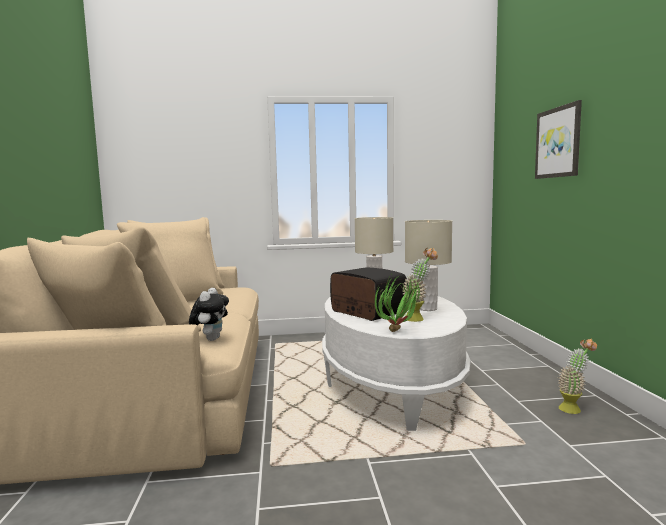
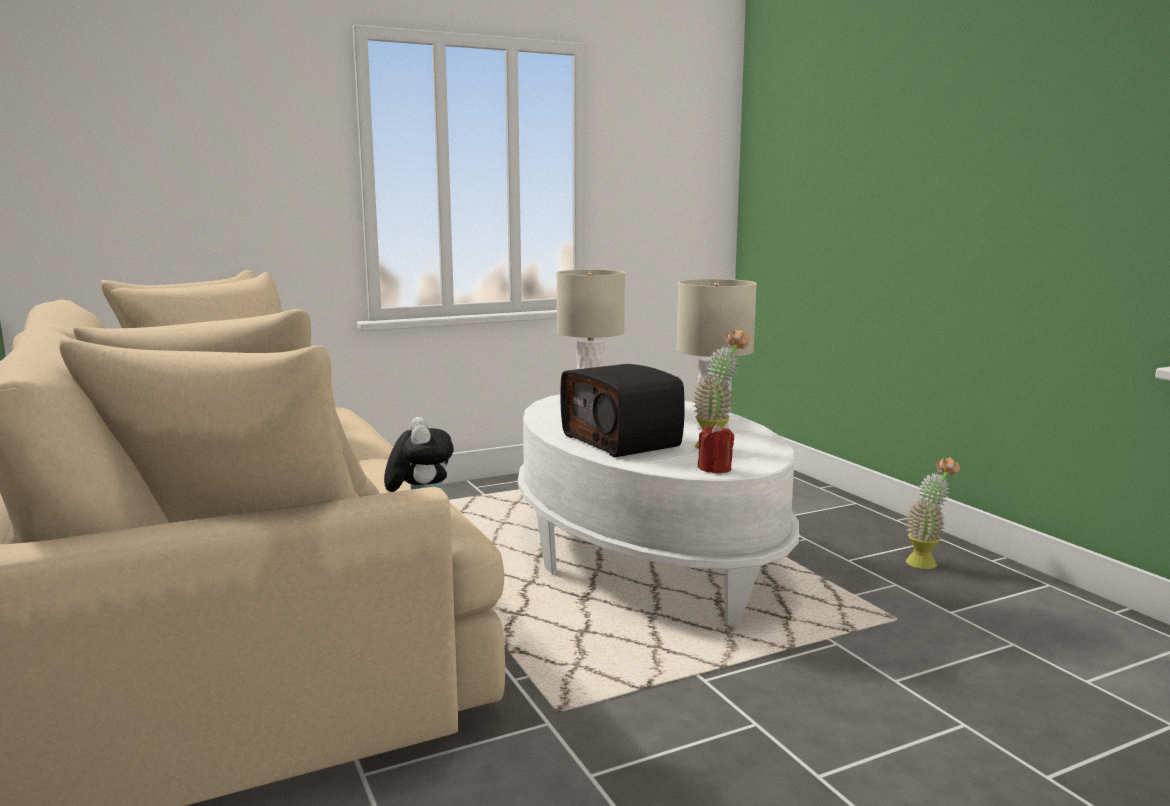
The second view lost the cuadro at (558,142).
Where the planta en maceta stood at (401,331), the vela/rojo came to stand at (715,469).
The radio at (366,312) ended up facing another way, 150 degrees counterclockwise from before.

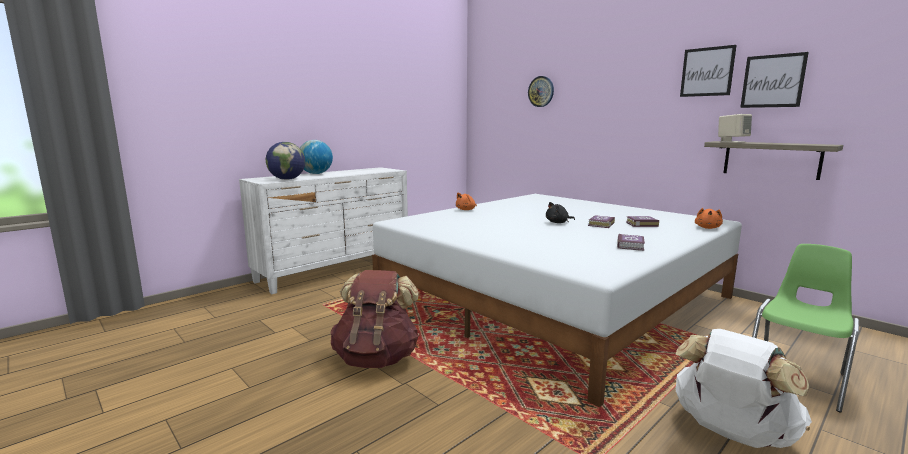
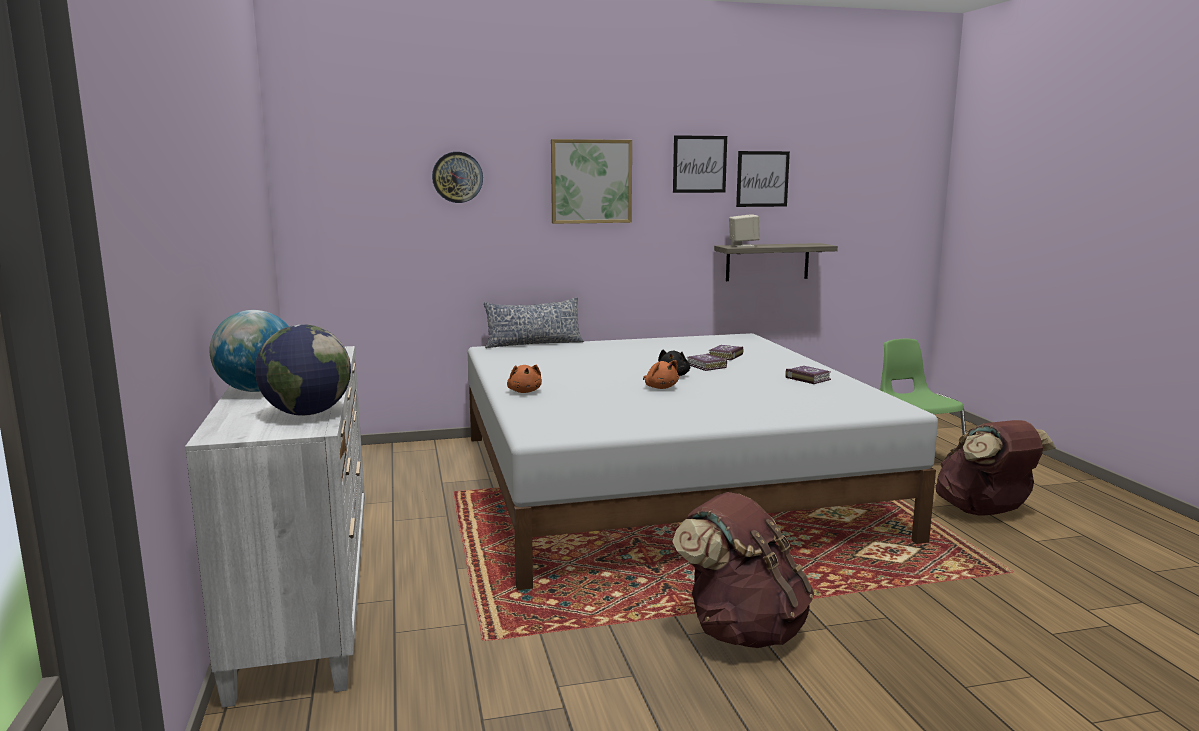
The second view gained the cojín at (533,344).
The second view gained the cuadro at (591,181).
The peluche/naranja ended up elsewhere, having gone from (707,228) to (660,387).
What was the mochila/blanco at (731,433) turned into the mochila/marrón at (985,512).

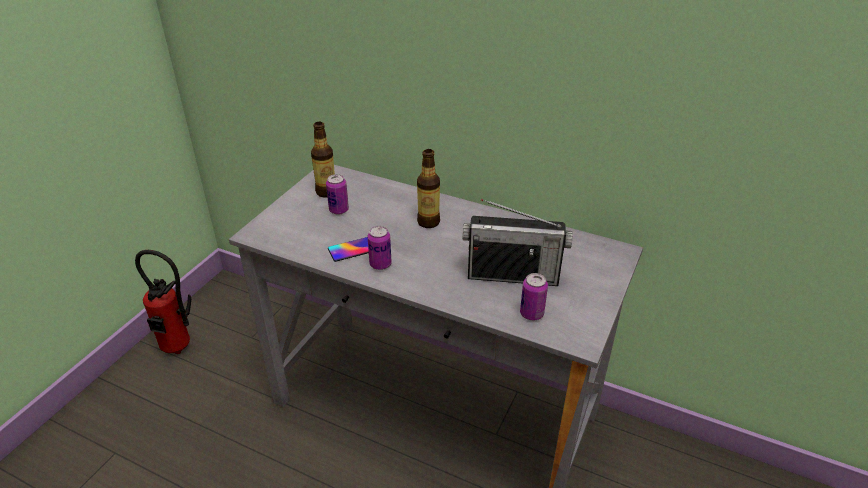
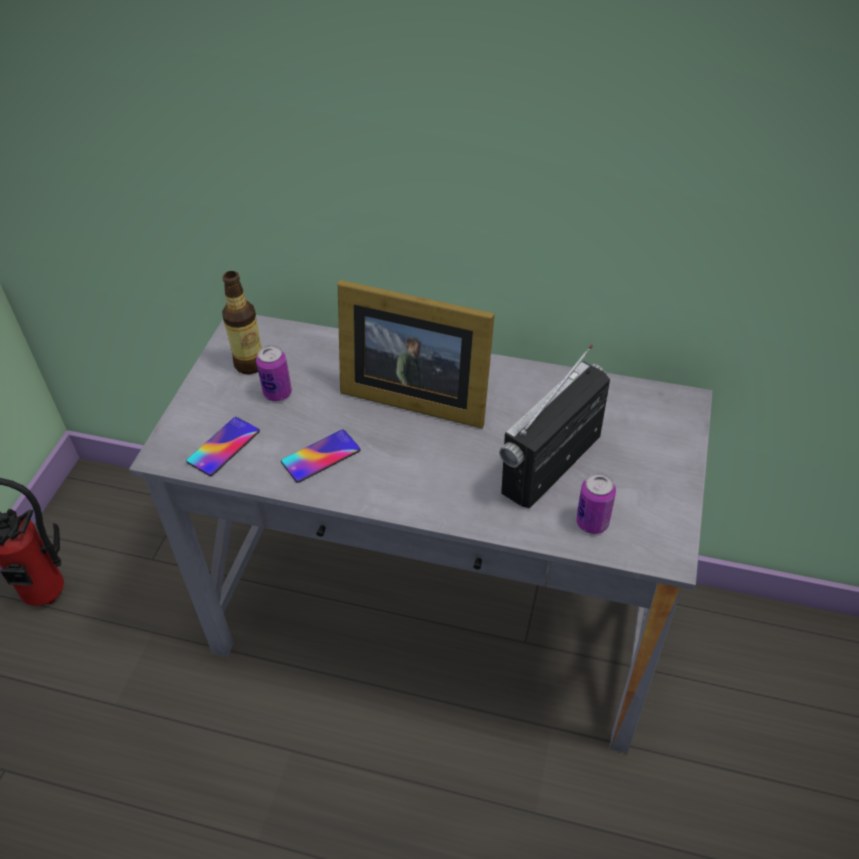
The second view lost the lata at (380,264).
The second view gained the móvil at (223,446).
Where the botella stood at (428,222), the portarretratos came to stand at (412,394).
The radio at (513,275) ended up facing another way, 135 degrees clockwise from before.

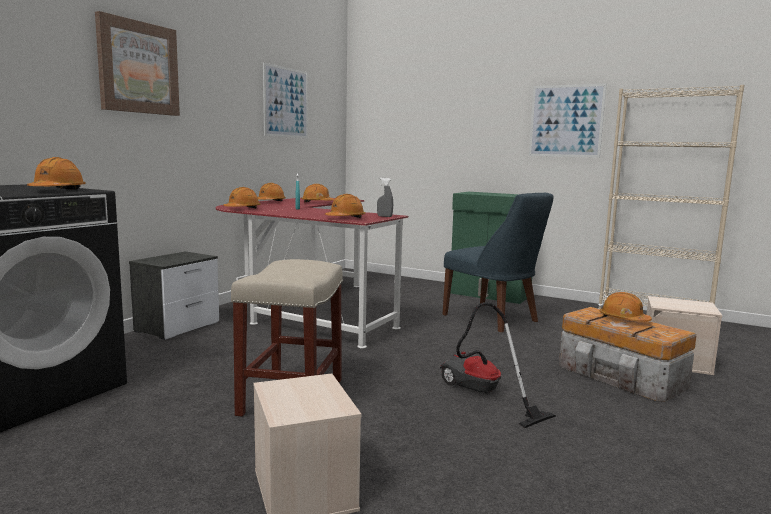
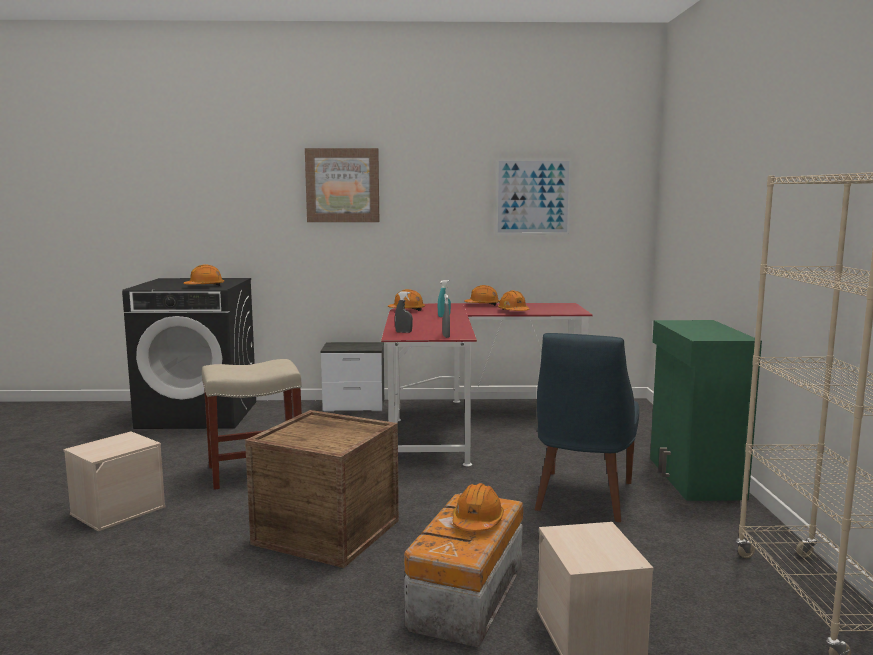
The second view lost the cuadro at (566,121).
Where the casco/naranja stood at (345,218), the pulverizador/gris came to stand at (403,332).
Where the aspiradora stood at (481,394), the caja de embalaje came to stand at (327,532).

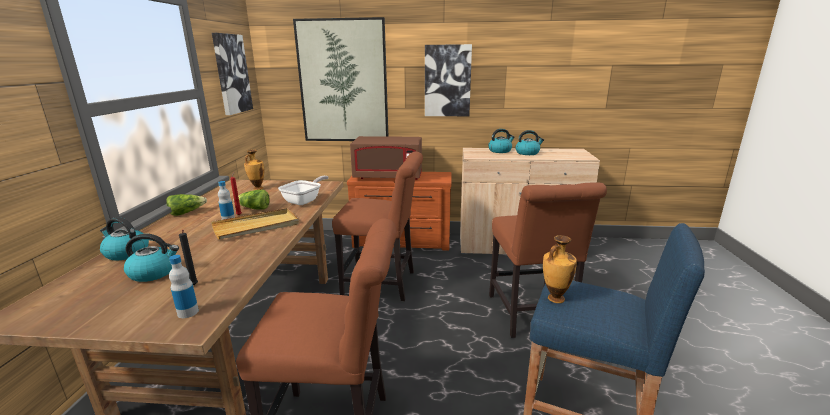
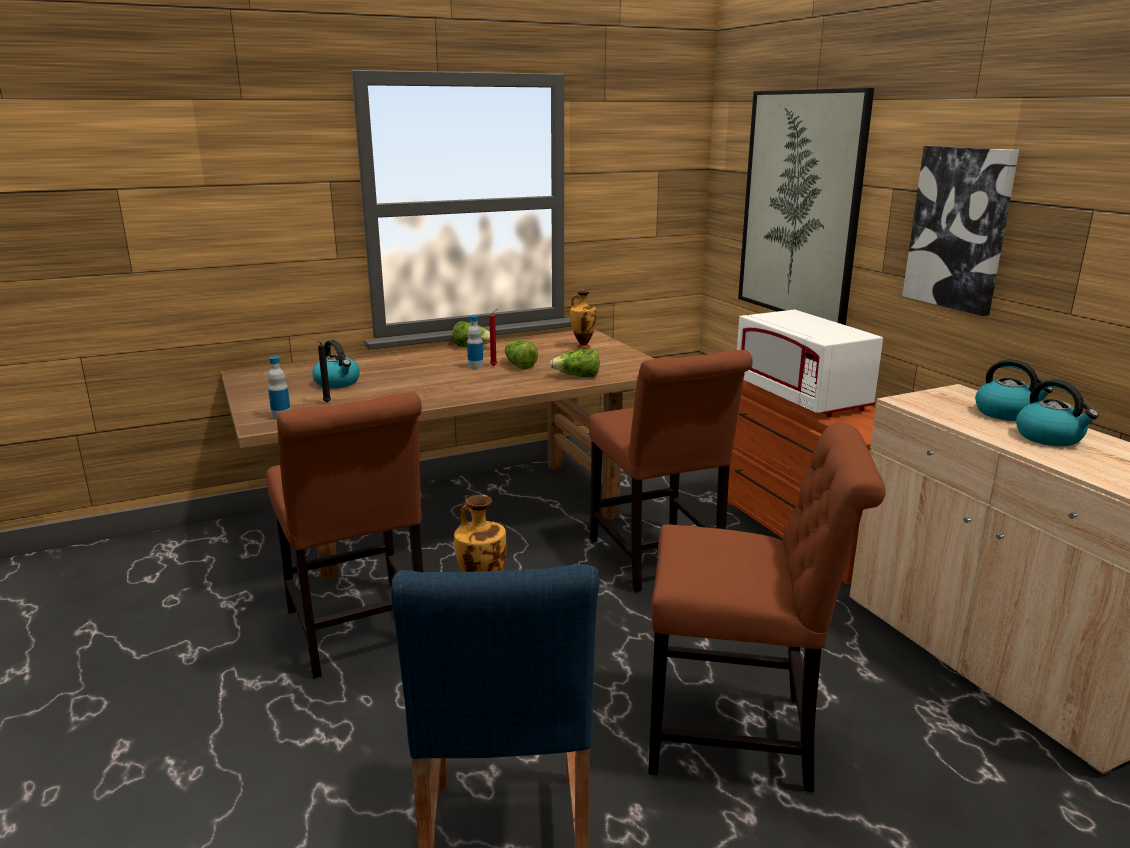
The second view lost the hervidor at (126,253).
The second view lost the bandeja/beis at (256,226).
The second view lost the cuadro at (231,74).
Where the sartén stood at (305,200), the lechuga came to stand at (577,376).
What was the microondas/marrón at (388,177) turned into the microondas/blanco at (801,397).
The silla/marrón at (531,316) ended up facing another way, 135 degrees counterclockwise from before.

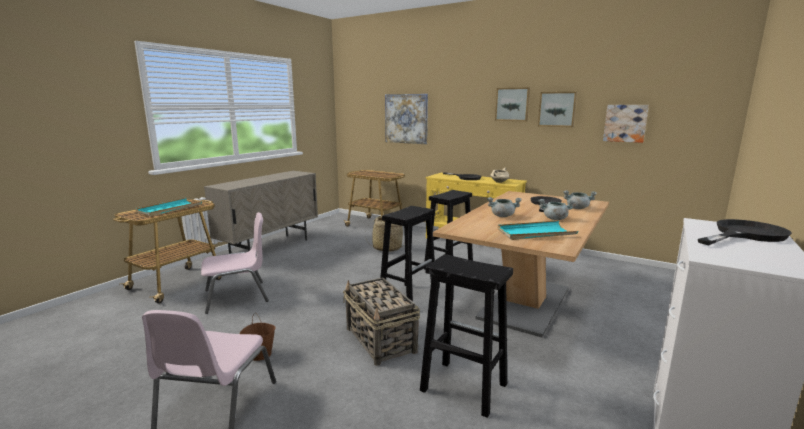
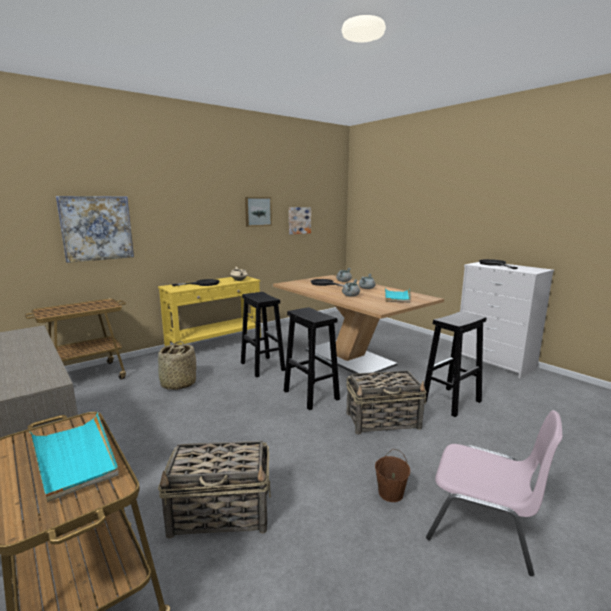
The second view lost the cuadro at (512,104).
Where the silla/rosa stood at (237,296), the cesta came to stand at (222,513).

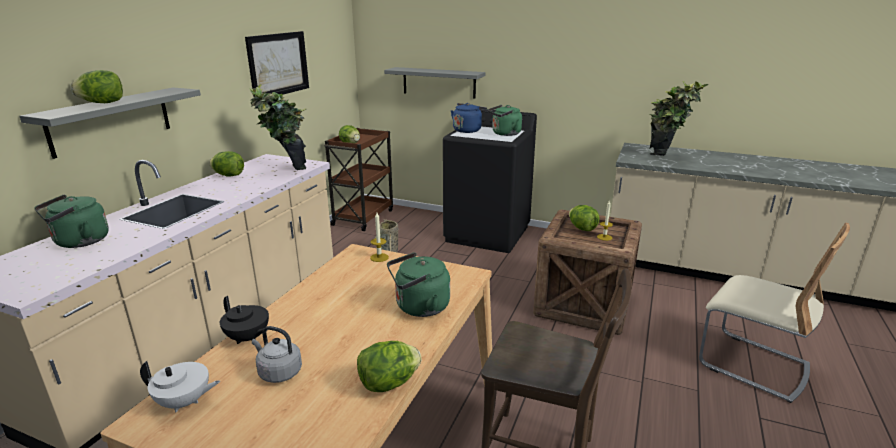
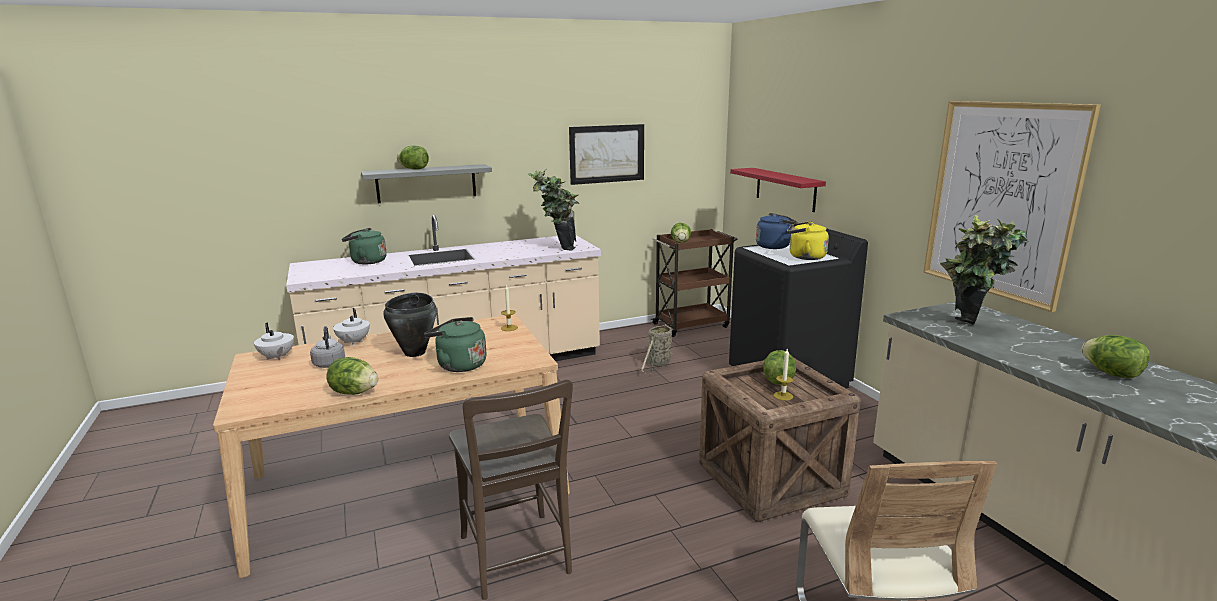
The second view gained the olla/negro at (415,352).
The second view gained the cuadro at (1001,200).
The lechuga ended up elsewhere, having gone from (229,175) to (1111,373).
What was the tetera/negro at (248,338) turned into the tetera/blanco at (353,342).
What was the estante/gris at (439,82) turned into the estante/rojo at (785,189).
What was the hervidor/verde at (504,134) turned into the hervidor/amarillo at (804,257).

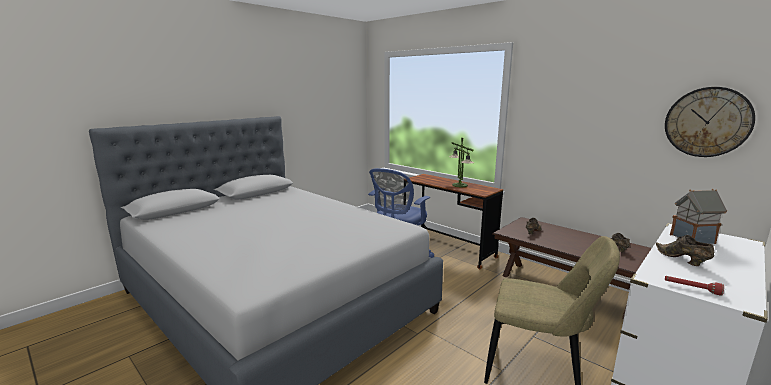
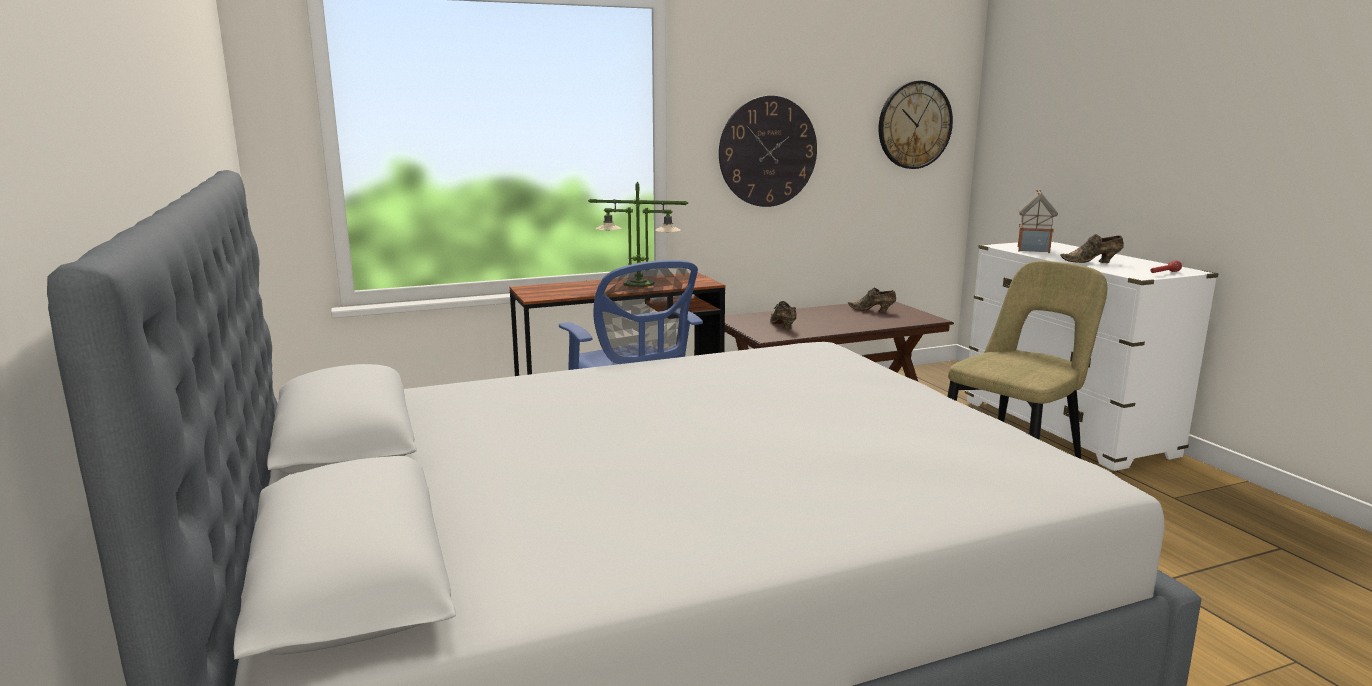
The second view gained the reloj de pared at (768,152).

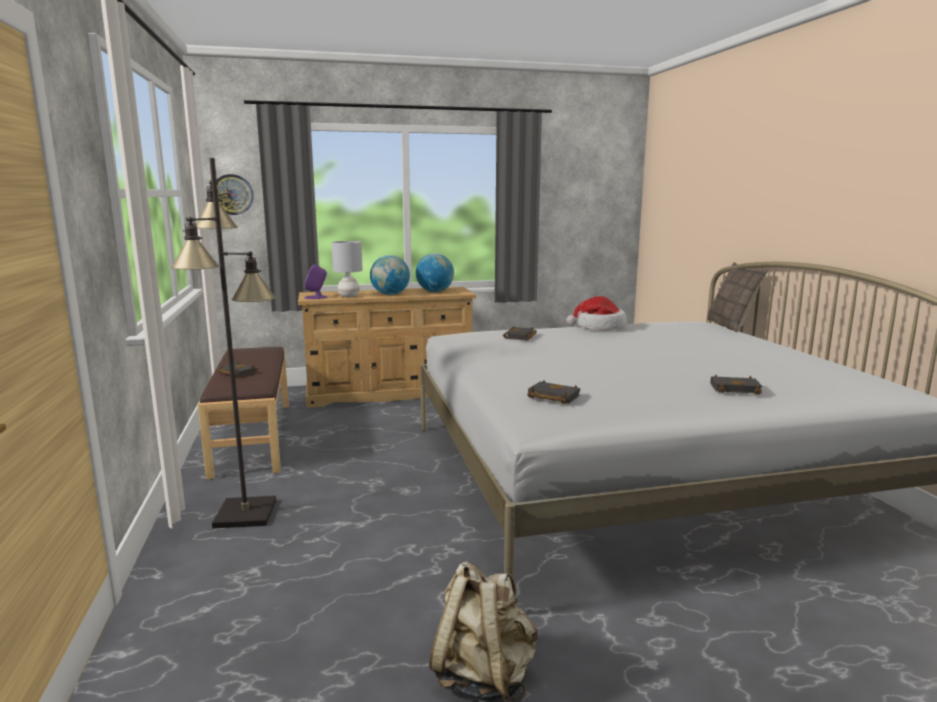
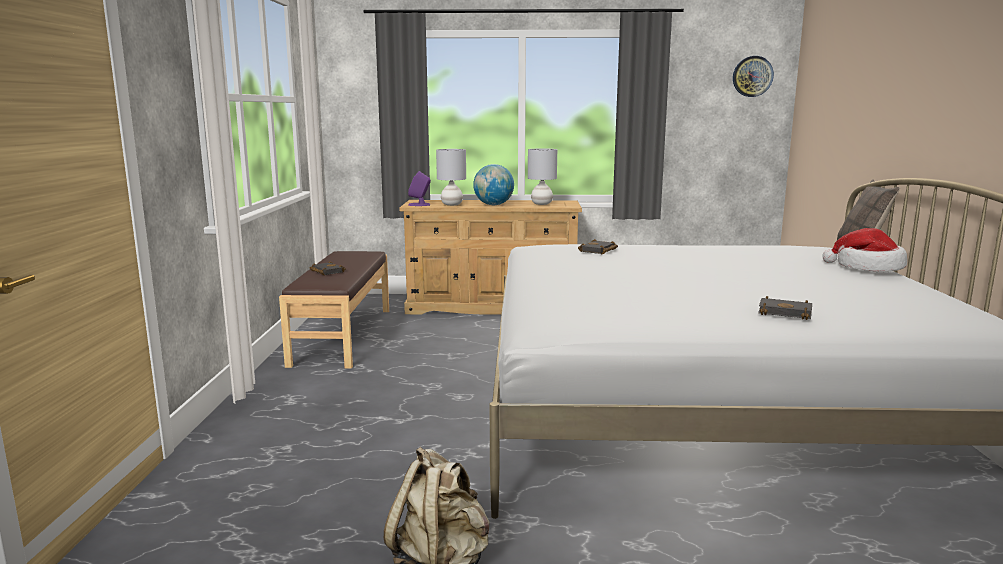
The second view lost the lámpara de pie/negro at (246,513).
The second view lost the libro/negro at (551,397).
The reloj de pared ended up elsewhere, having gone from (232,194) to (752,76).
The sombrero ended up elsewhere, having gone from (599,327) to (867,267).
Where the globo terráqueo stood at (435,291), the lámpara de mesa/gris came to stand at (541,204).

